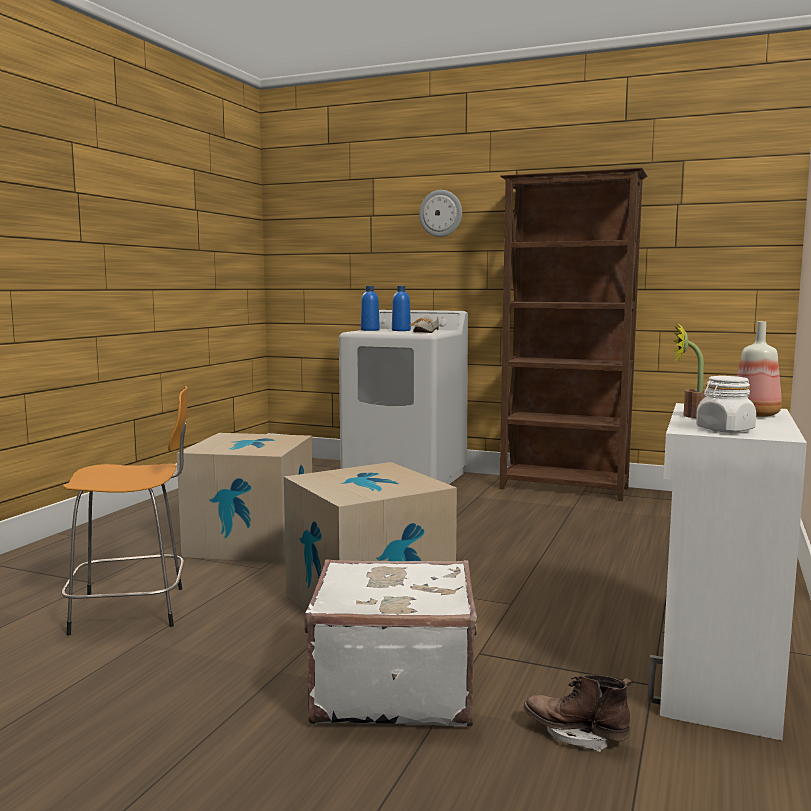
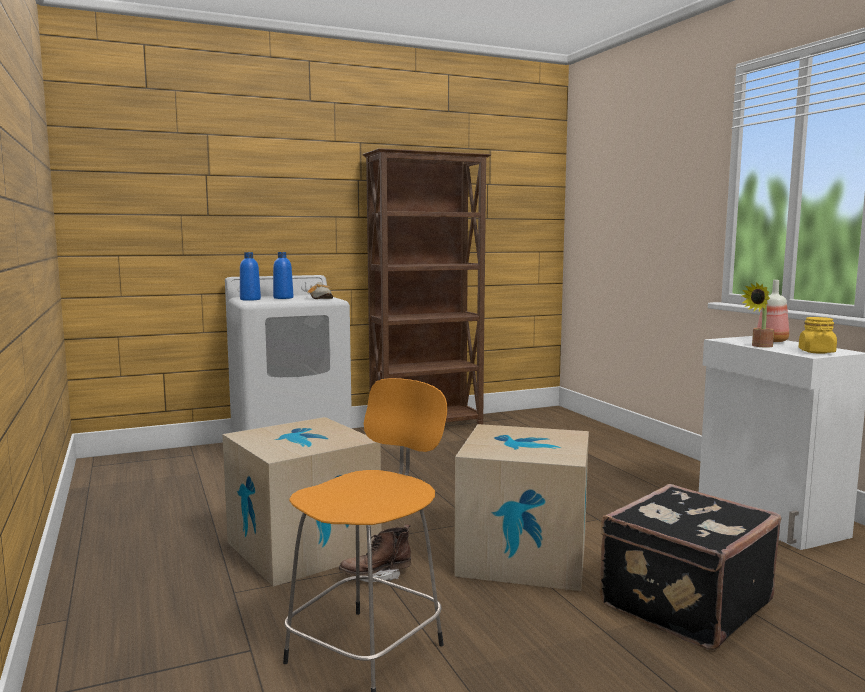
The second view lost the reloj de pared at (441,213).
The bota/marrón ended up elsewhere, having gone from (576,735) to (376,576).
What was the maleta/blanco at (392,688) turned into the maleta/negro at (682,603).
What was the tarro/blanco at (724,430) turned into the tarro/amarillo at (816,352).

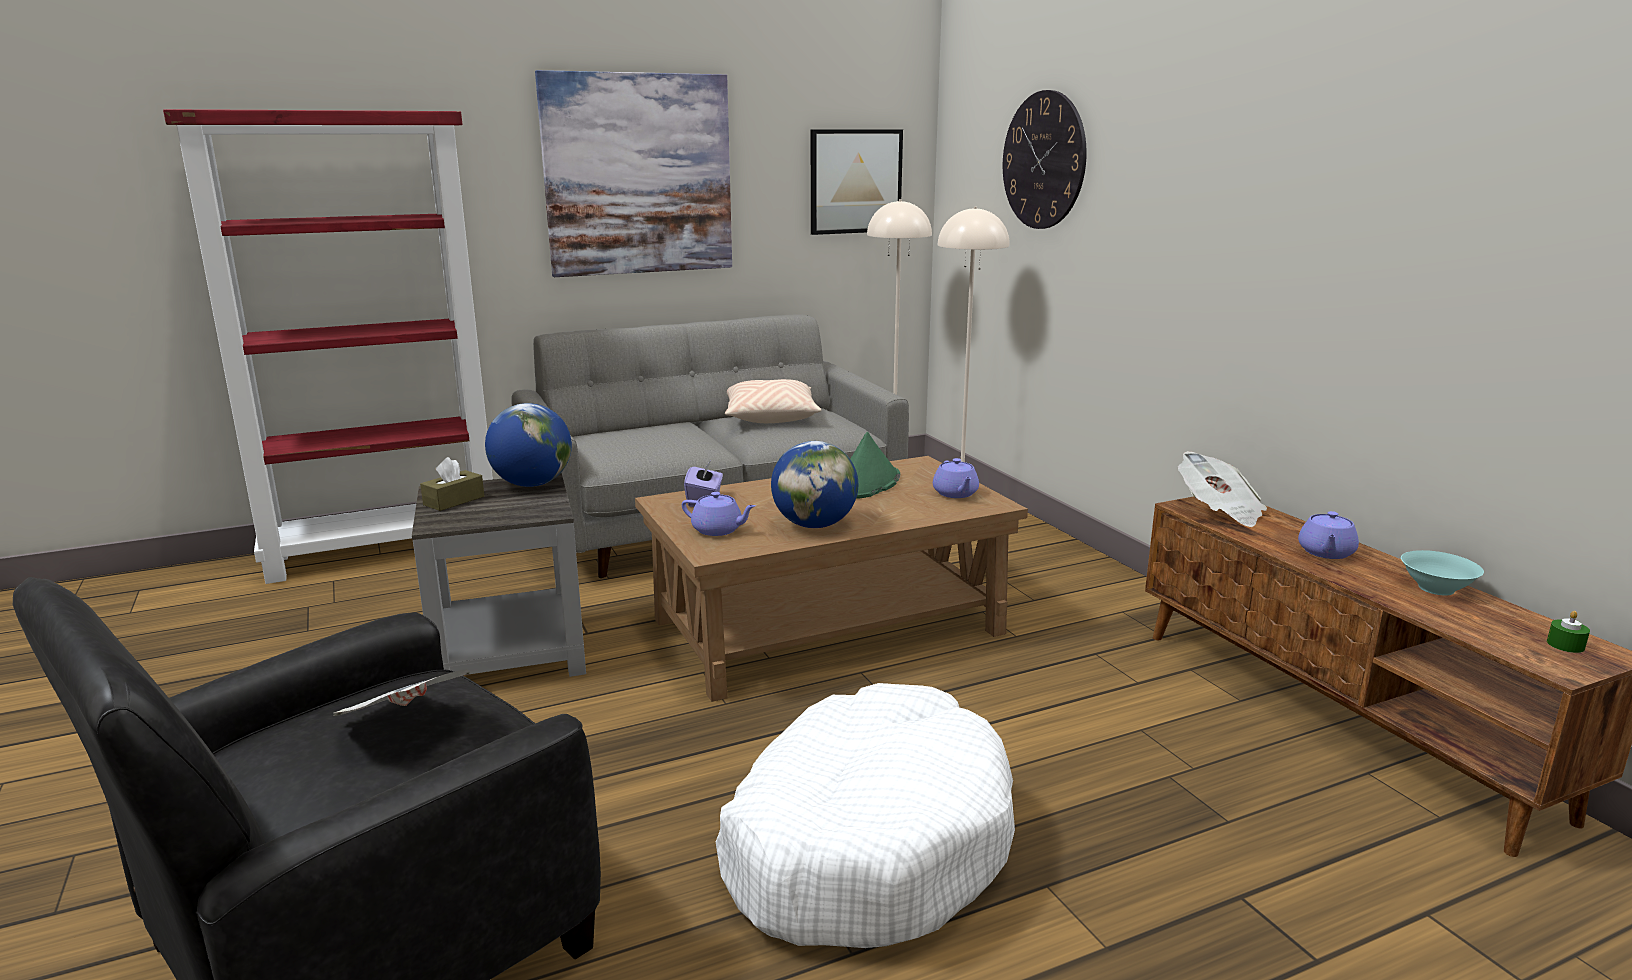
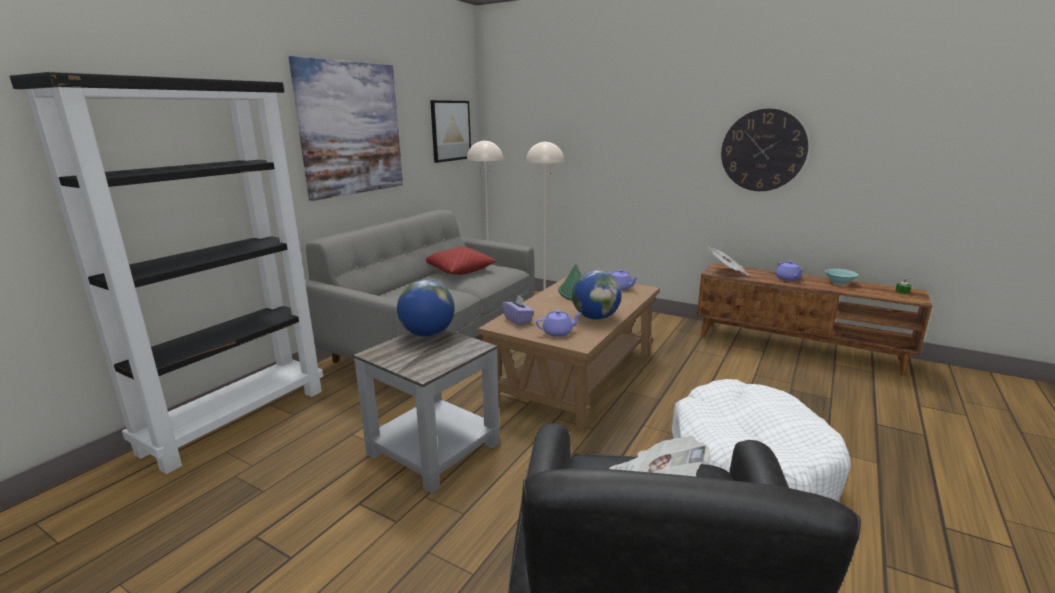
The second view lost the caja de pañuelos/marrón at (454,501).
The reloj de pared ended up elsewhere, having gone from (1043,160) to (763,150).
What was the estantería/rojo at (387,551) turned into the estantería/negro at (237,419).
What was the cojín/beis at (770,417) turned into the cojín/rojo at (458,270).

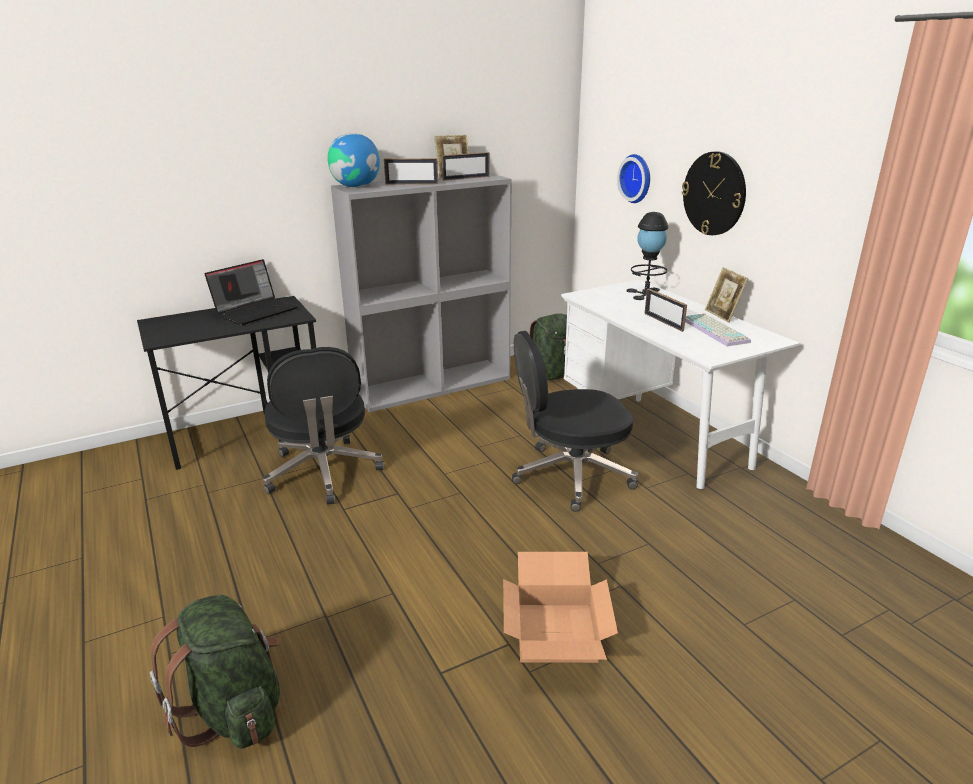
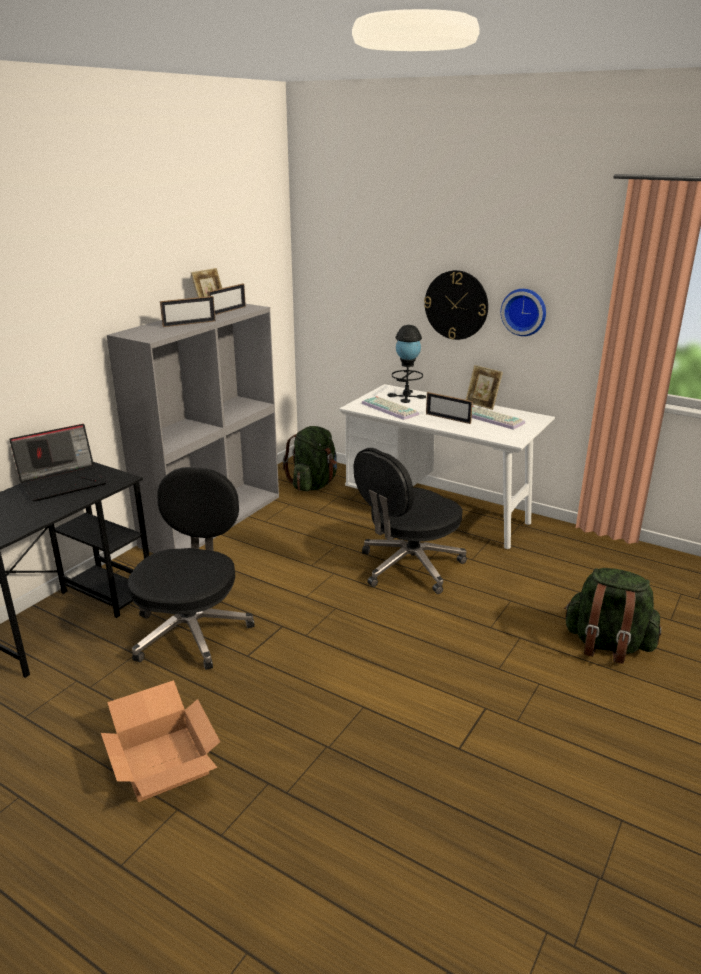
The second view lost the globo terráqueo at (356,186).
The second view gained the teclado at (391,409).
The mochila/verde ended up elsewhere, having gone from (234,709) to (607,645).
The caja de cartón ended up elsewhere, having gone from (554,631) to (162,762).
The reloj de pared ended up elsewhere, having gone from (637,178) to (524,311).
The portátil at (256,311) ended up facing another way, 45 degrees clockwise from before.
The silla de oficina/negro at (323,473) ended up facing another way, 120 degrees counterclockwise from before.

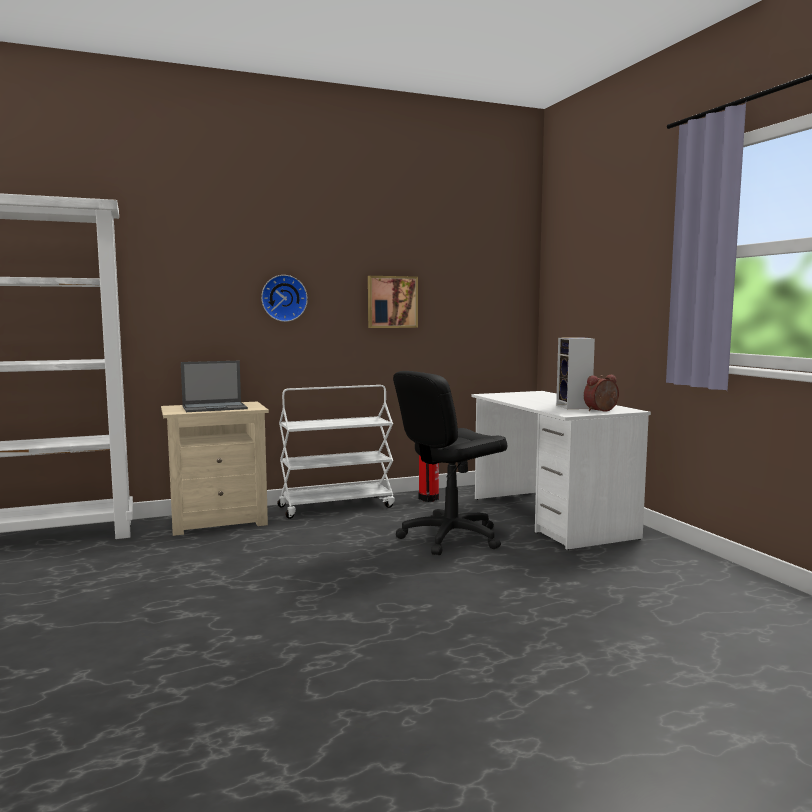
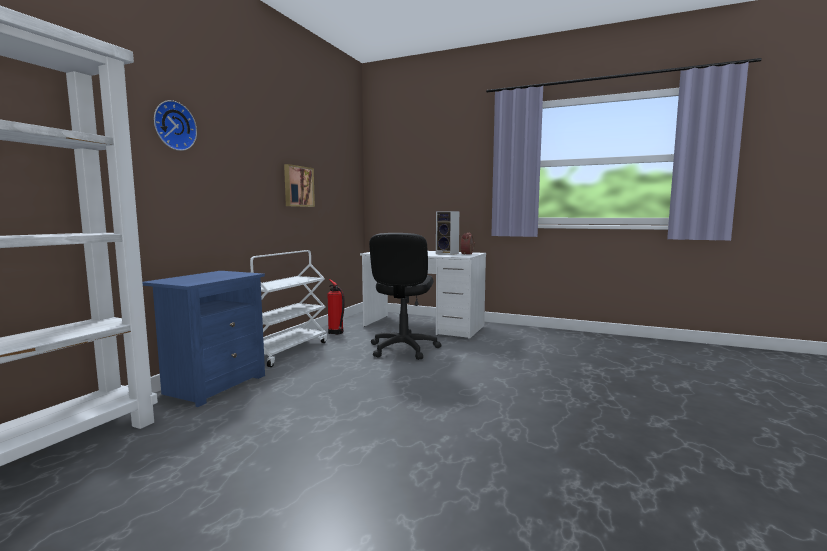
The second view lost the portátil at (215,407).
The reloj de pared ended up elsewhere, having gone from (283,298) to (173,126).
What was the mesita de noche/beis at (219,521) turned into the mesita de noche/azul at (213,385).

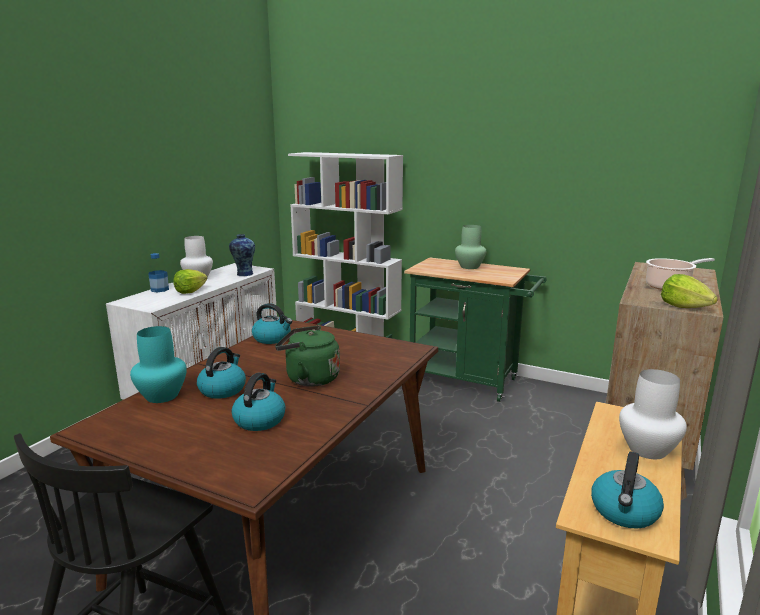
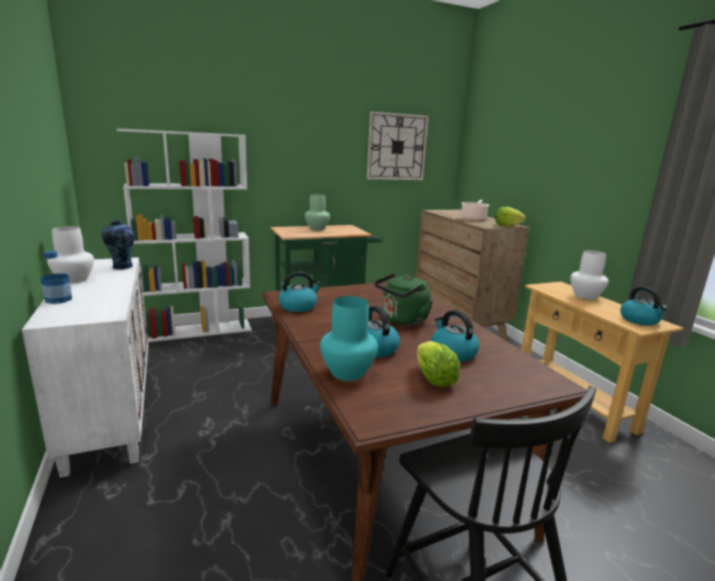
The second view gained the reloj de pared at (397,147).
The lechuga ended up elsewhere, having gone from (190,291) to (433,378).

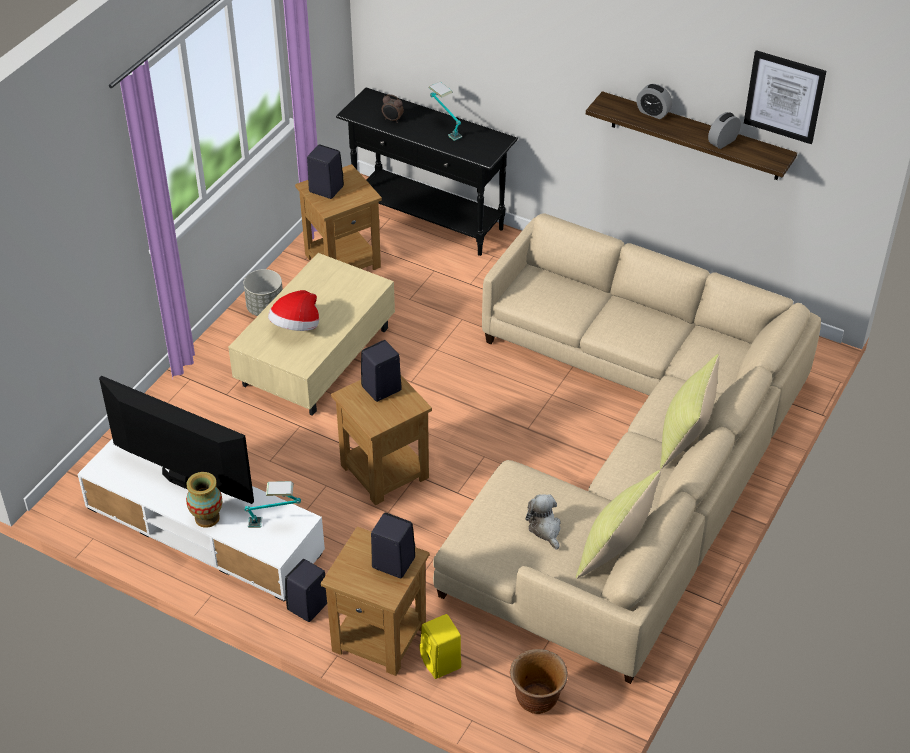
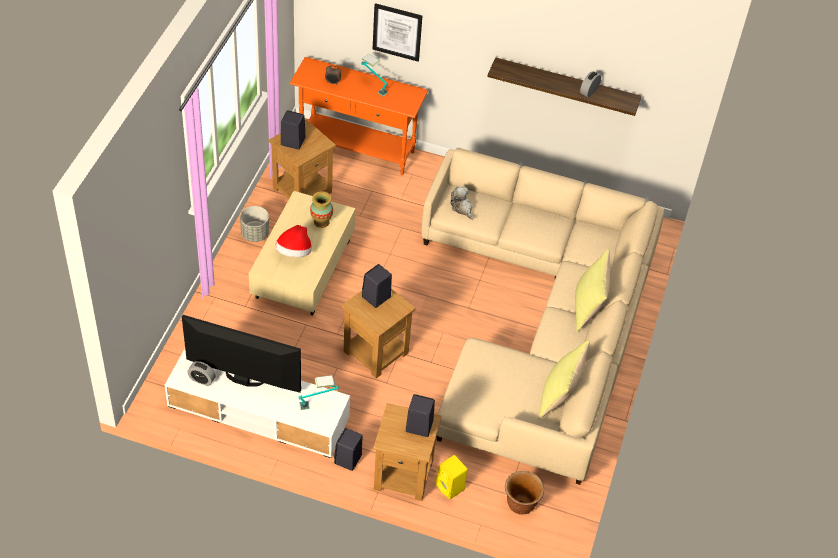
The florero ended up elsewhere, having gone from (207,518) to (321,221).
The peluche ended up elsewhere, having gone from (545,528) to (462,208).
The despertador ended up elsewhere, having gone from (653,112) to (202,379).
The cuadro ended up elsewhere, having gone from (784,96) to (397,32).
What was the mesa consola/negro at (428,220) turned into the mesa consola/naranja at (357,149).

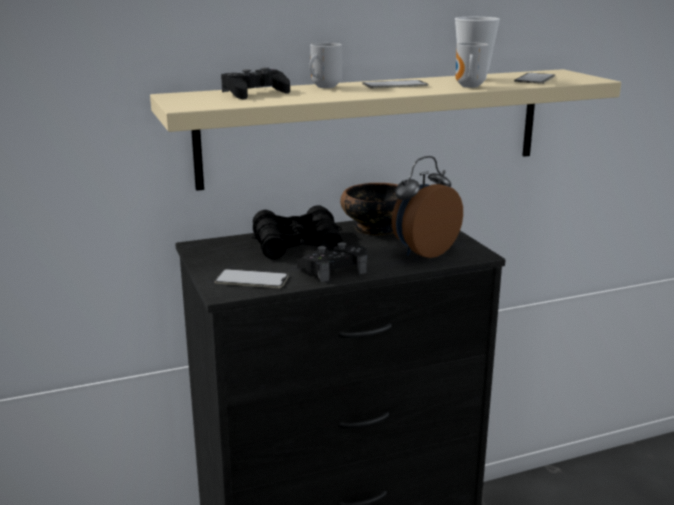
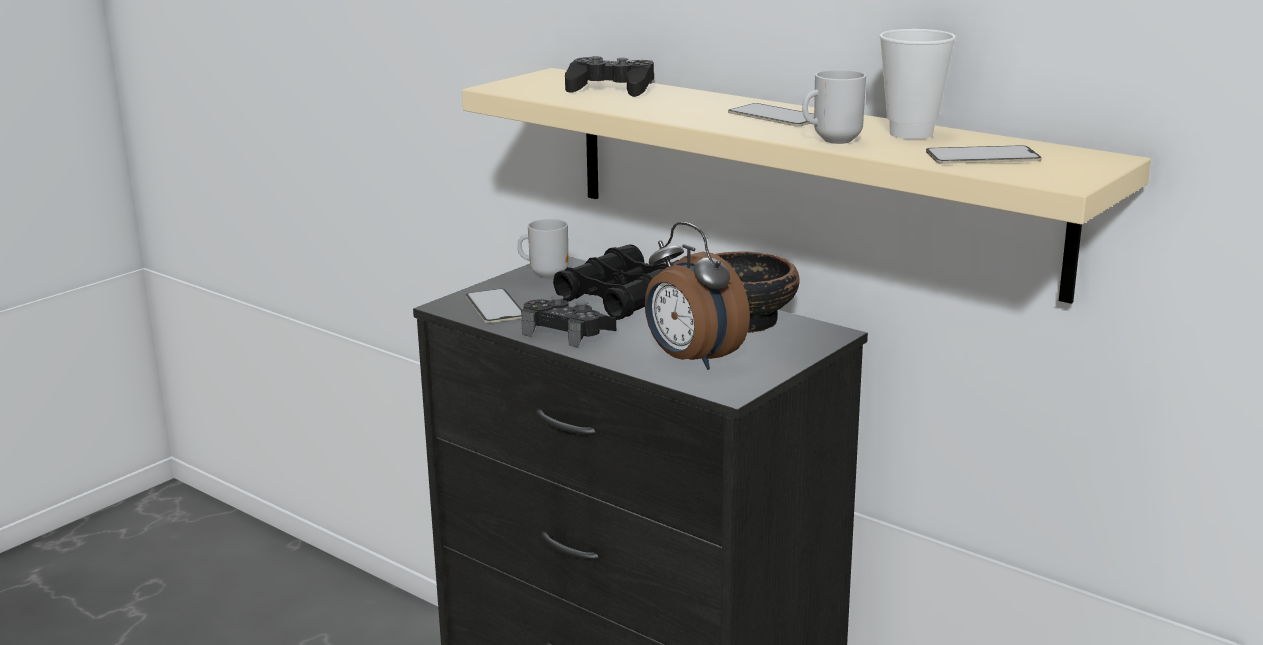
The taza grande ended up elsewhere, having gone from (323,87) to (546,274).
The despertador at (422,252) ended up facing another way, 150 degrees counterclockwise from before.

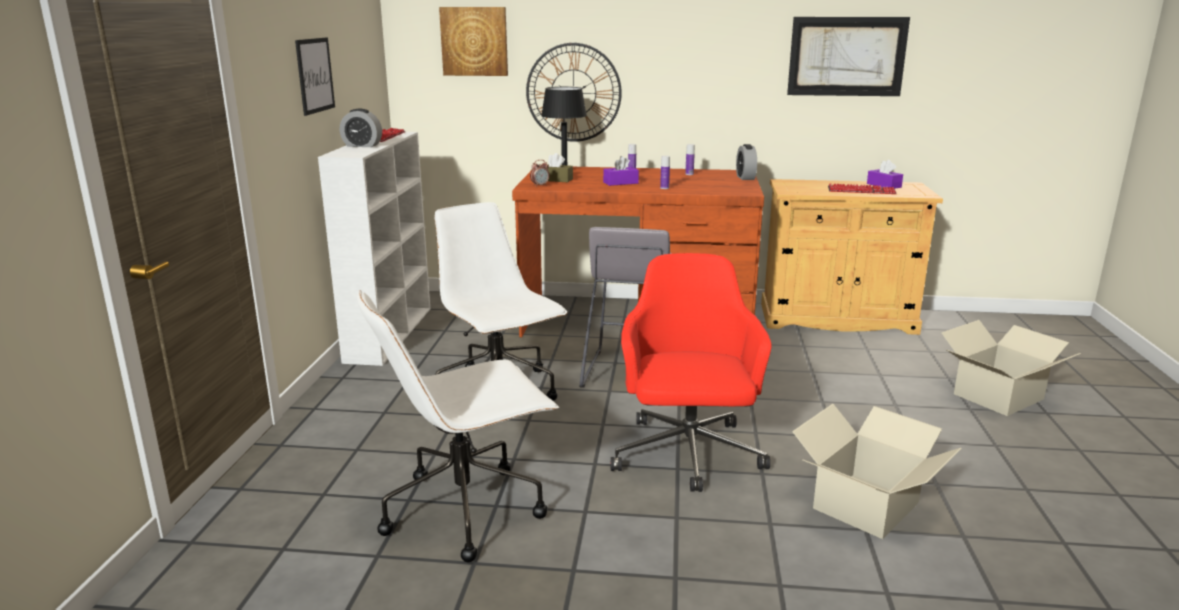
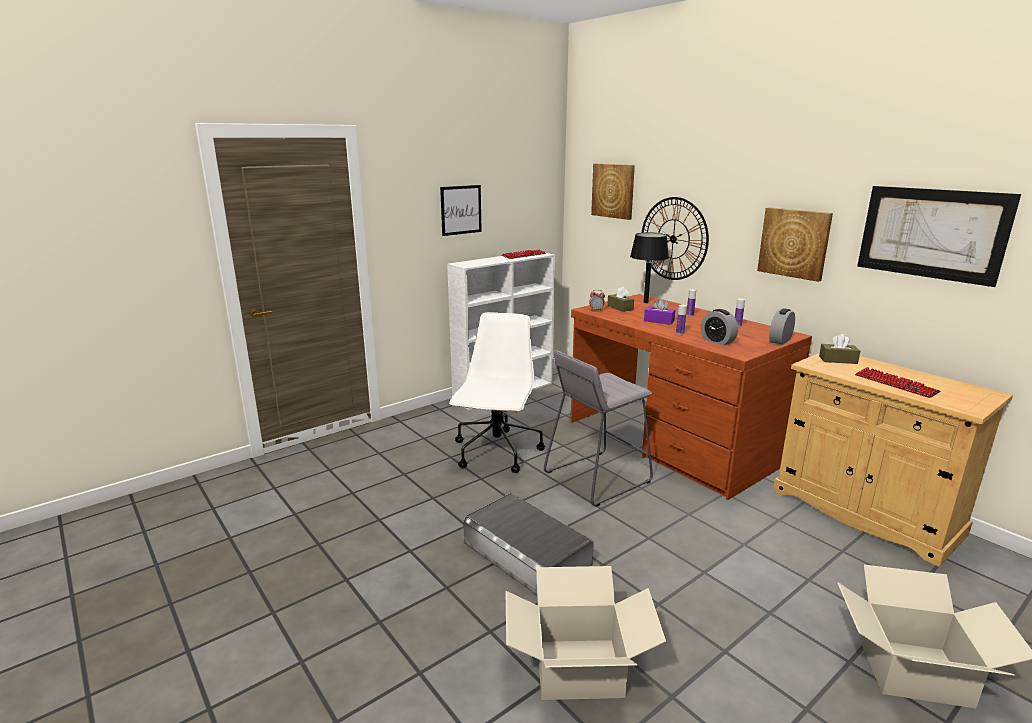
The second view lost the silla de oficina/blanco at (466,509).
The second view lost the caja de pañuelos/morado at (884,185).
The second view gained the cuadro at (794,243).
The second view gained the caja de pañuelos/marrón at (838,360).
The despertador ended up elsewhere, having gone from (362,145) to (717,341).
Where the silla de oficina/rojo stood at (687,455), the caja de almacenaje/gris came to stand at (526,553).

